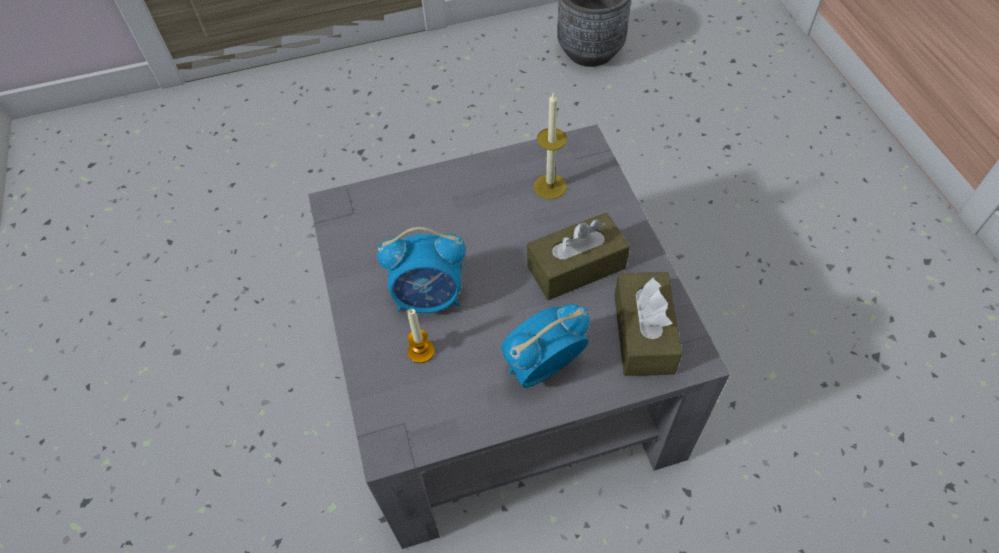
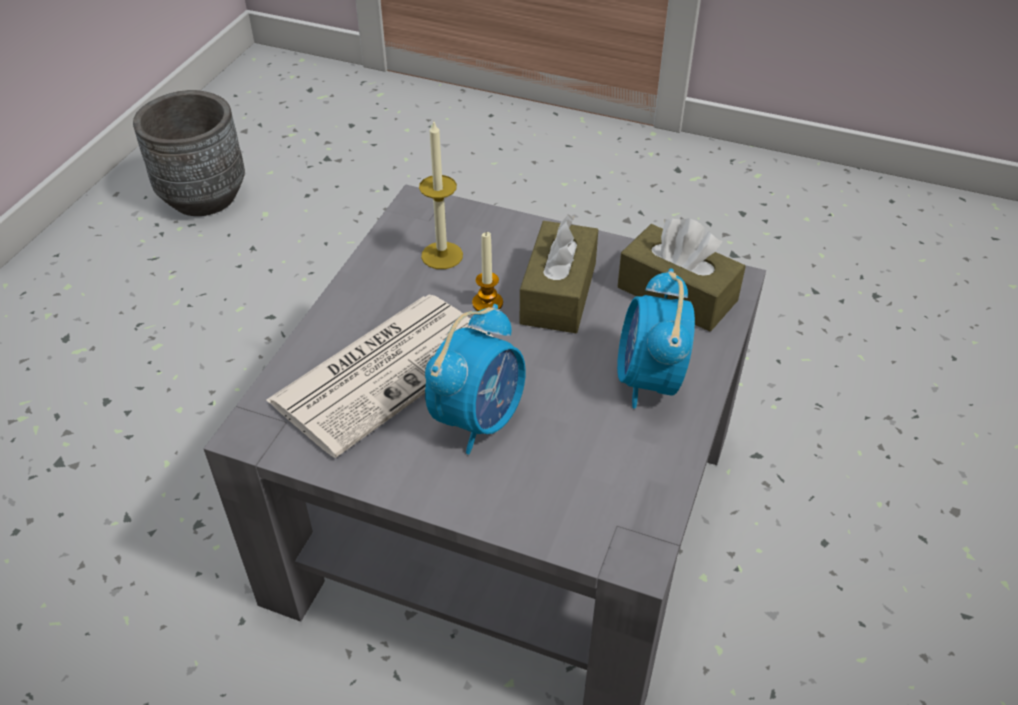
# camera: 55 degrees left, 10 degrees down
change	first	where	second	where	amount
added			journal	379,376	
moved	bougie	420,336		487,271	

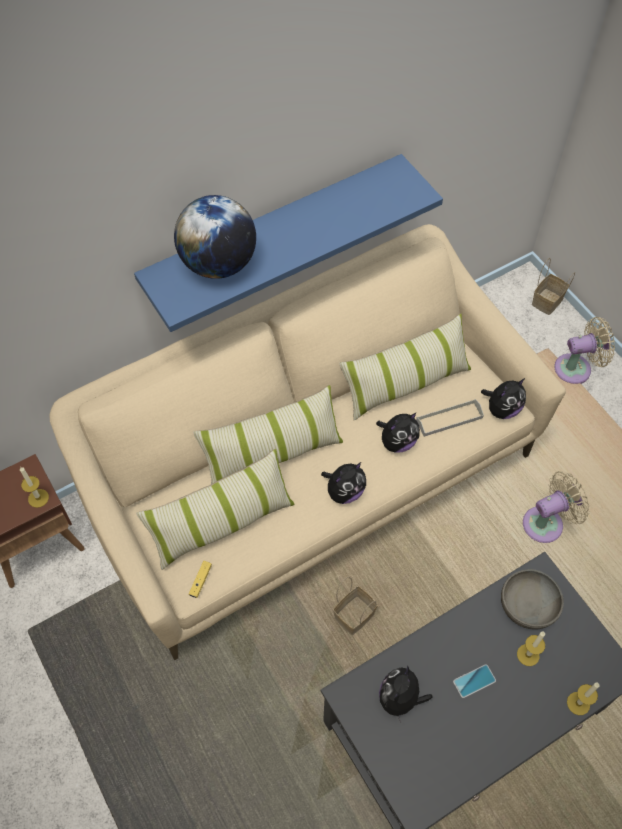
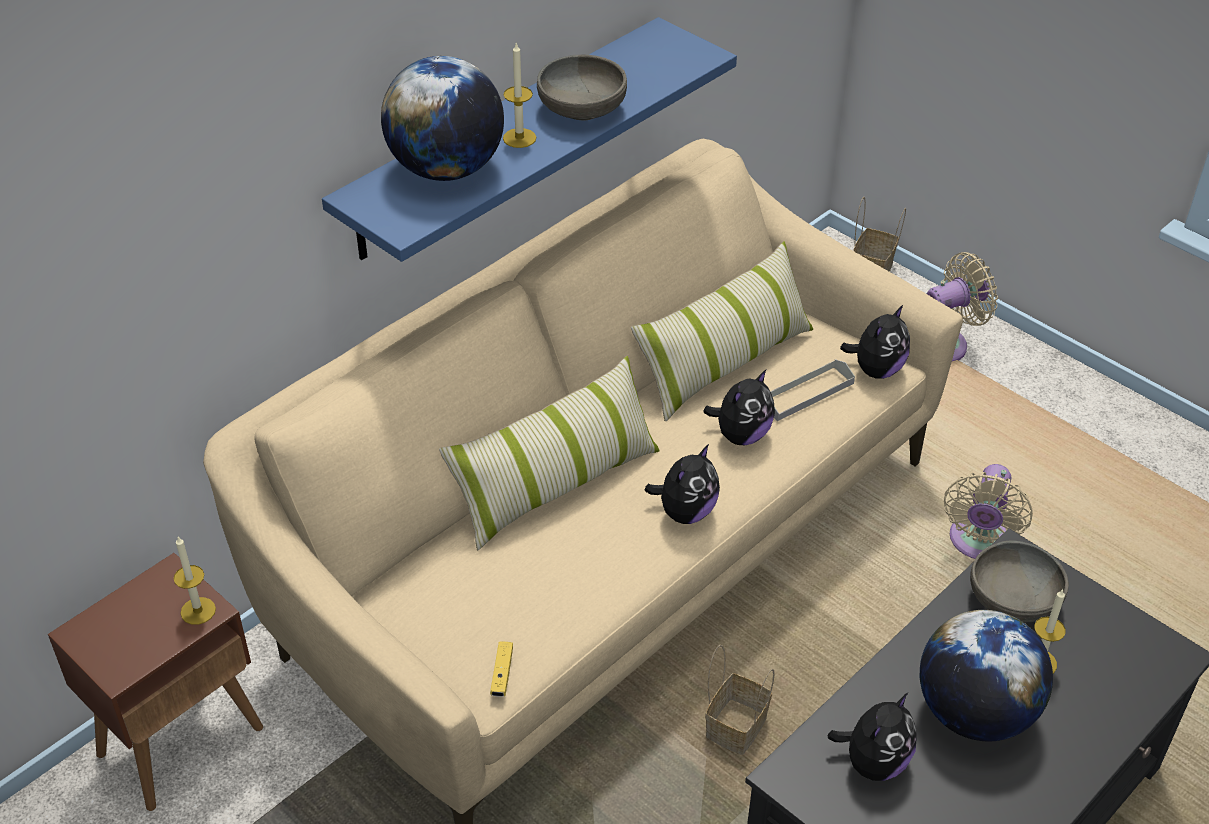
# camera: 15 degrees left, 15 degrees down
change	first	where	second	where	amount
moved	bougie	583,699		519,95	
added			bol [gris]	582,88	
turned	peluche	406,694		872,737	150 degrees counterclockwise
replaced	téléphone	474,681	globe	986,675	
turned	ventilateur [beige]	556,507		988,511	150 degrees clockwise
removed	coussin	215,509			

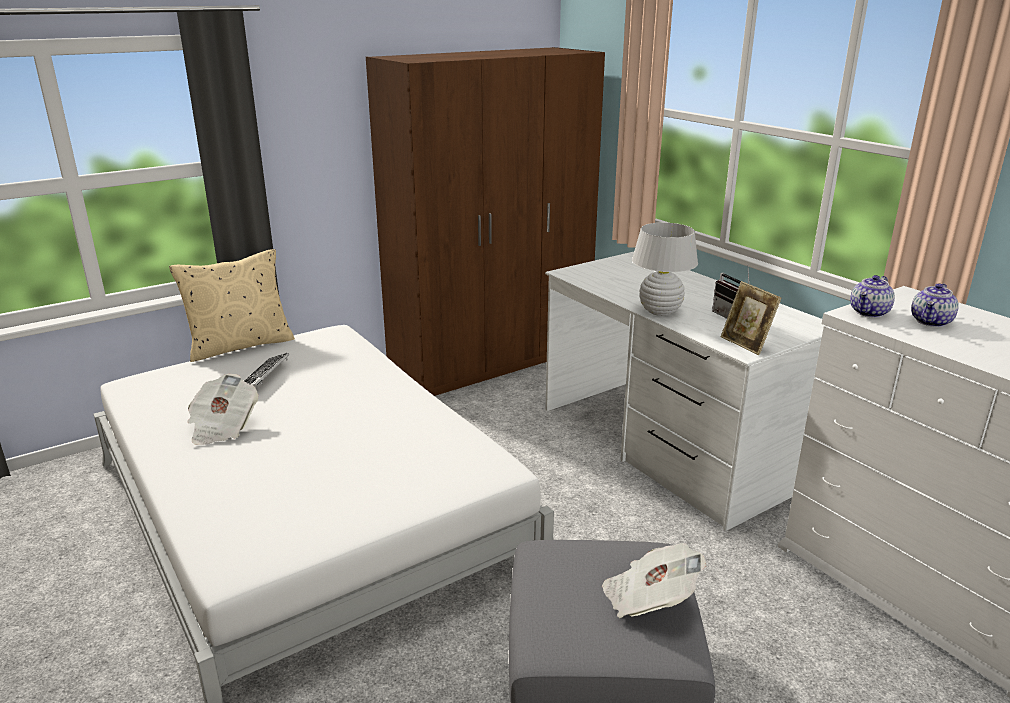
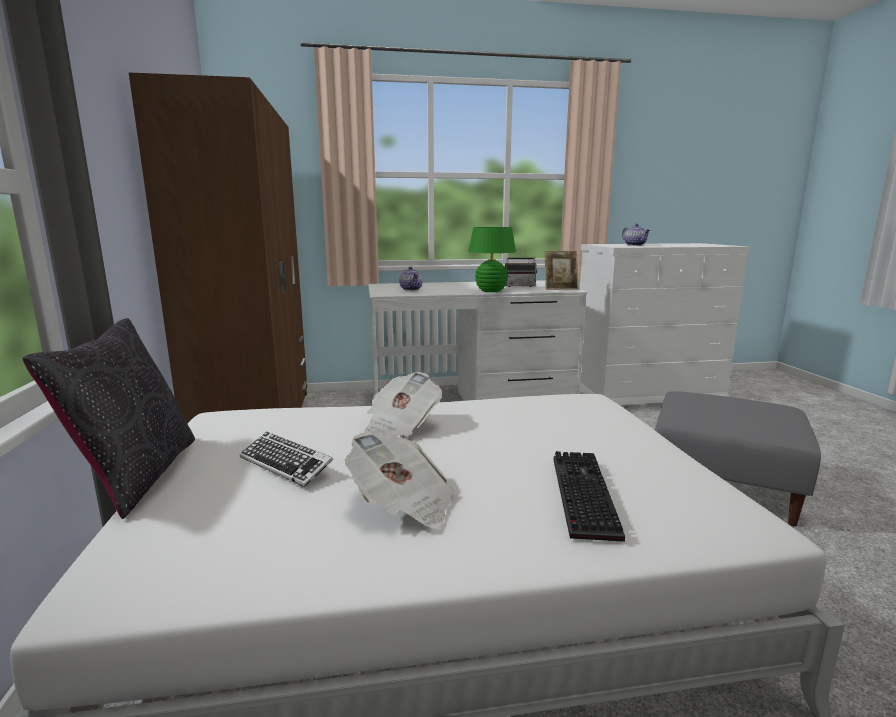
# camera: 65 degrees left, 10 degrees down
change	first	where	second	where	amount
recoloured	coussin [beige]	232,305	coussin [noir]	109,418	
moved	journal	654,580		403,404	
moved	théière	872,296		411,279	
recoloured	lampe de table [blanc]	665,269	lampe de table [vert]	492,259	
added			clavier	589,496	

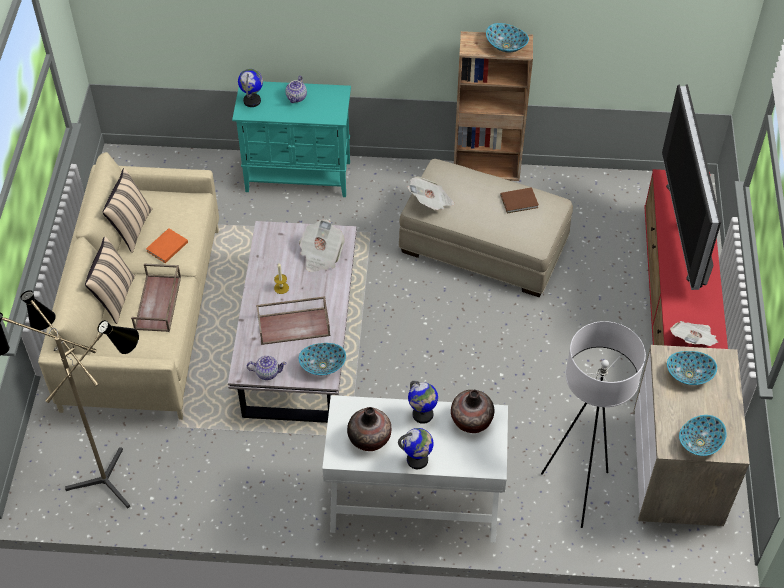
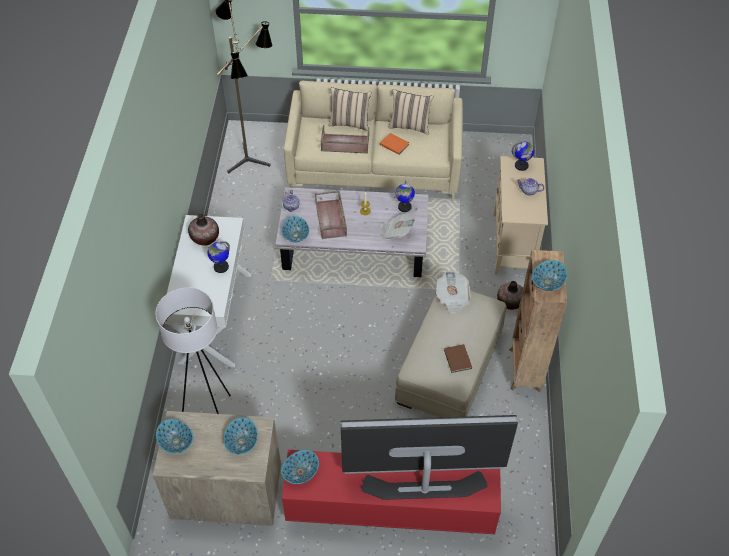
# camera: 90 degrees right, 0 degrees up
change	first	where	second	where	amount
replaced	journal	694,333	bol	300,467	
moved	globe	416,448		405,196	
recoloured	meuble de rangement [turquoise]	291,139	meuble de rangement [beige]	520,215	
moved	vase	472,411		510,295	

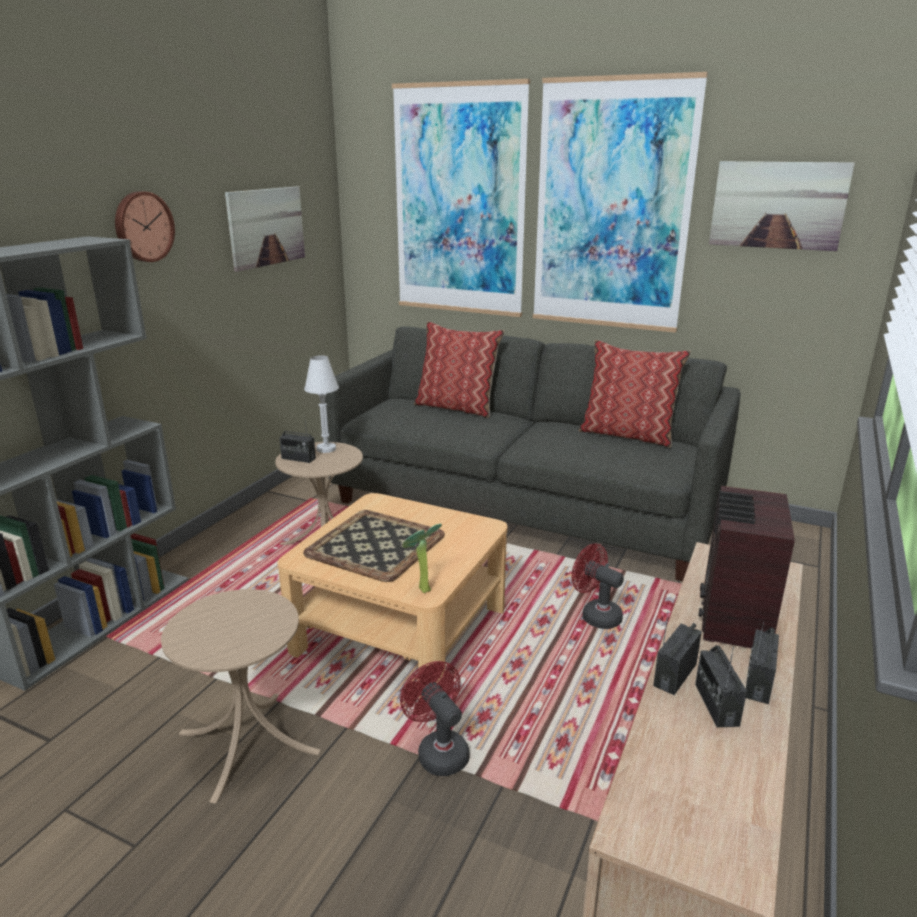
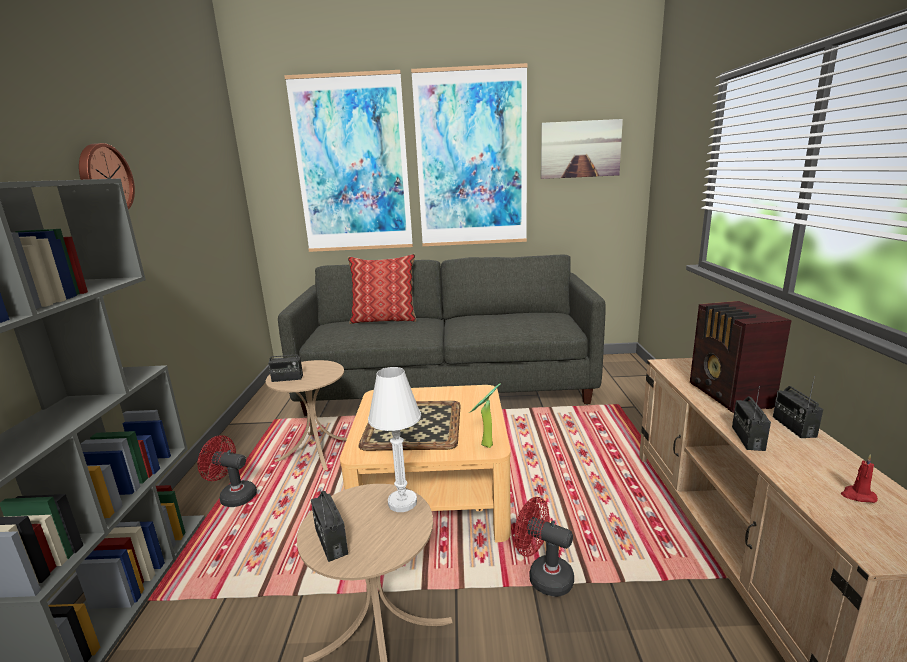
# camera: 25 degrees left, 5 degrees down
change	first	where	second	where	amount
moved	ventilateur [rouge]	598,586		227,471	
moved	radio	721,686		329,525	
moved	lampe de table [blanc]	321,404		394,439	
added			bougie [rouge]	859,479	
removed	tableau	265,229			
removed	coussin	635,394			

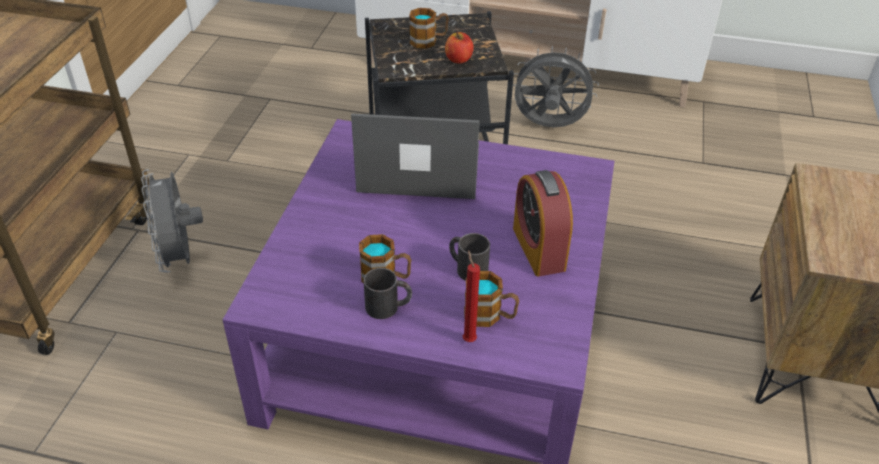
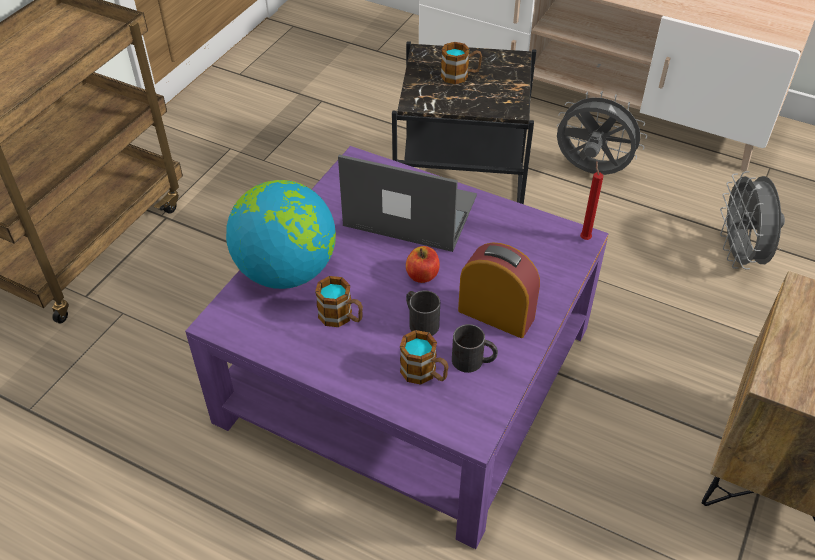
# camera: 15 degrees right, 5 degrees up
change	first	where	second	where	amount
added			globe	281,234	
moved	pomme	459,48		423,264	
moved	mug [noir]	387,293		475,348	
turned	réveil	543,223		499,290	120 degrees clockwise
moved	bougie [rouge]	471,296		591,200	
moved	ventilateur [gris]	172,221		752,220	

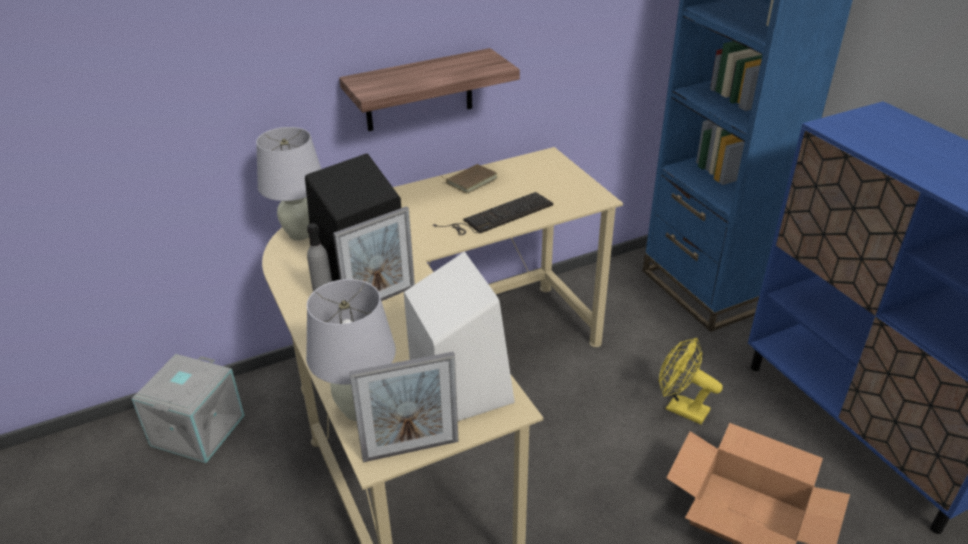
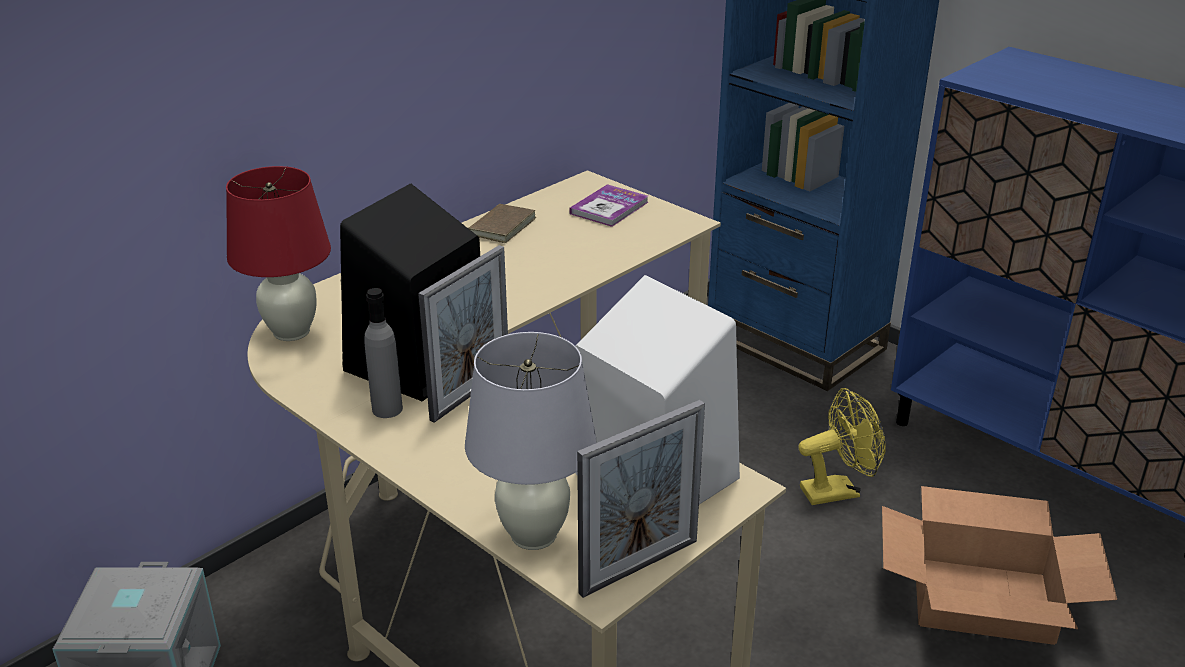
# camera: 20 degrees left, 5 degrees down
change	first	where	second	where	amount
recoloured	lampe de table [blanc]	288,183	lampe de table [rouge]	278,253	
added			livre	609,205	
turned	ventilateur [jaune]	691,381		842,446	150 degrees clockwise
removed	étagère	429,89			
removed	clavier	493,213			

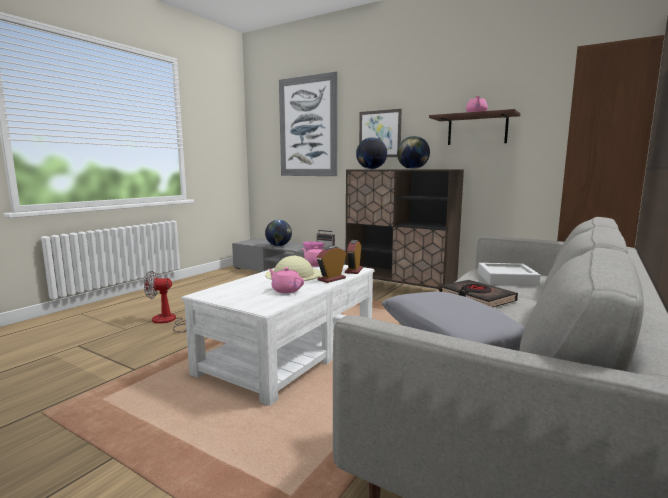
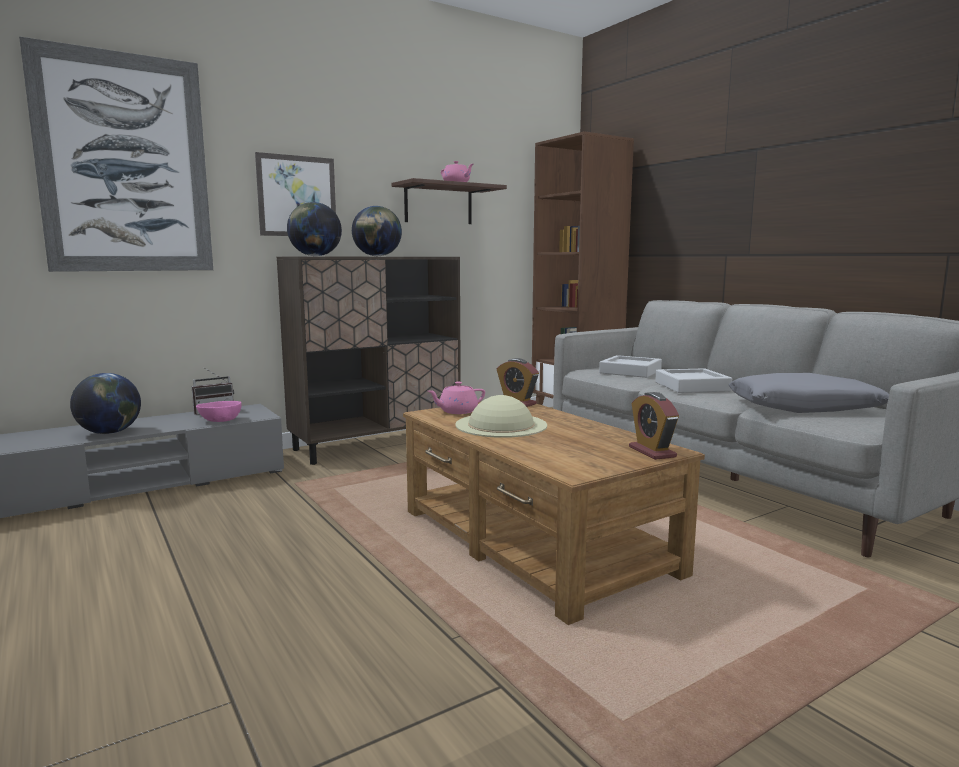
# camera: 65 degrees left, 0 degrees up
change	first	where	second	where	amount
recoloured	table basse [blanc]	278,335	table basse [marron]	554,513	
moved	réveil	331,264		654,426	
replaced	livre [noir]	479,294	plateau [gris]	693,380	
removed	ventilateur	165,302			
removed	théière [rose]	286,280			

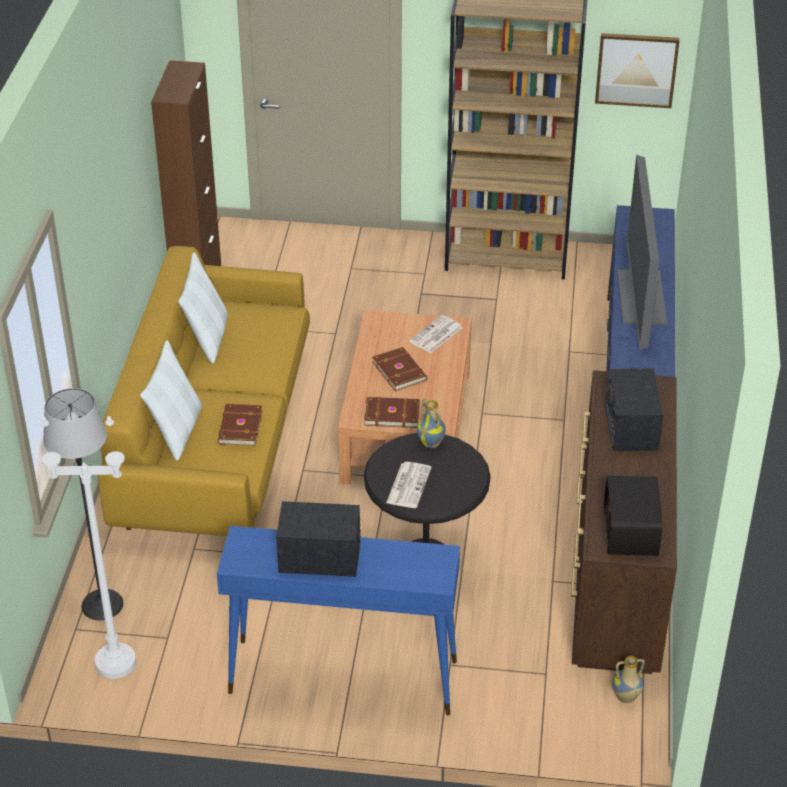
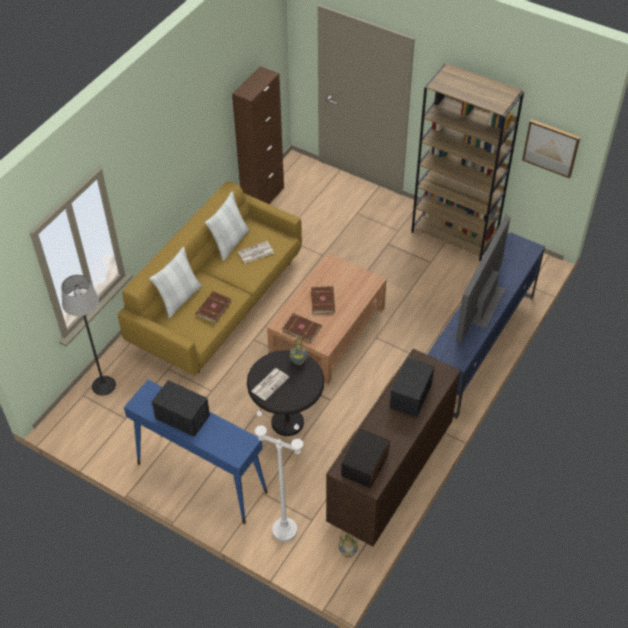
# camera: 25 degrees right, 10 degrees up
change	first	where	second	where	amount
moved	journal	436,334		256,252	
moved	lampadaire [blanc]	88,547		279,476	

